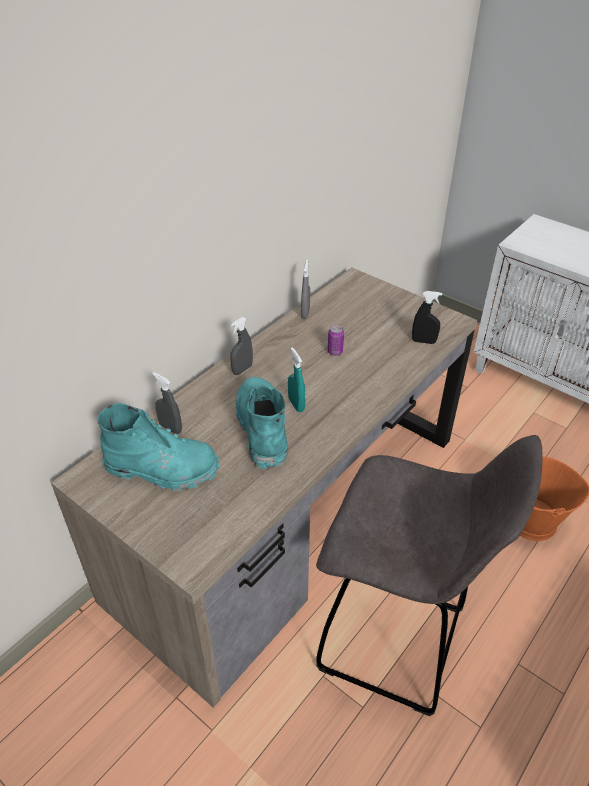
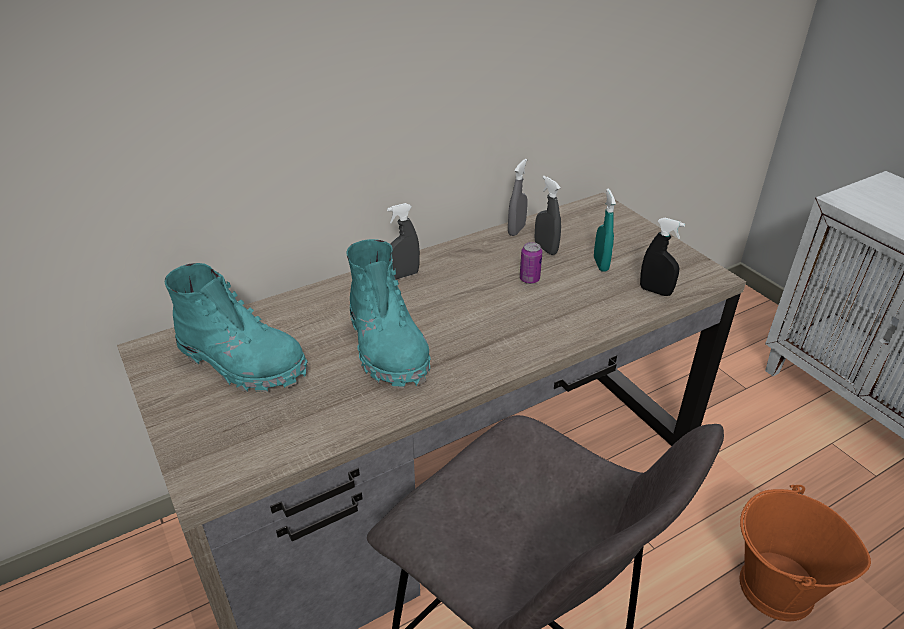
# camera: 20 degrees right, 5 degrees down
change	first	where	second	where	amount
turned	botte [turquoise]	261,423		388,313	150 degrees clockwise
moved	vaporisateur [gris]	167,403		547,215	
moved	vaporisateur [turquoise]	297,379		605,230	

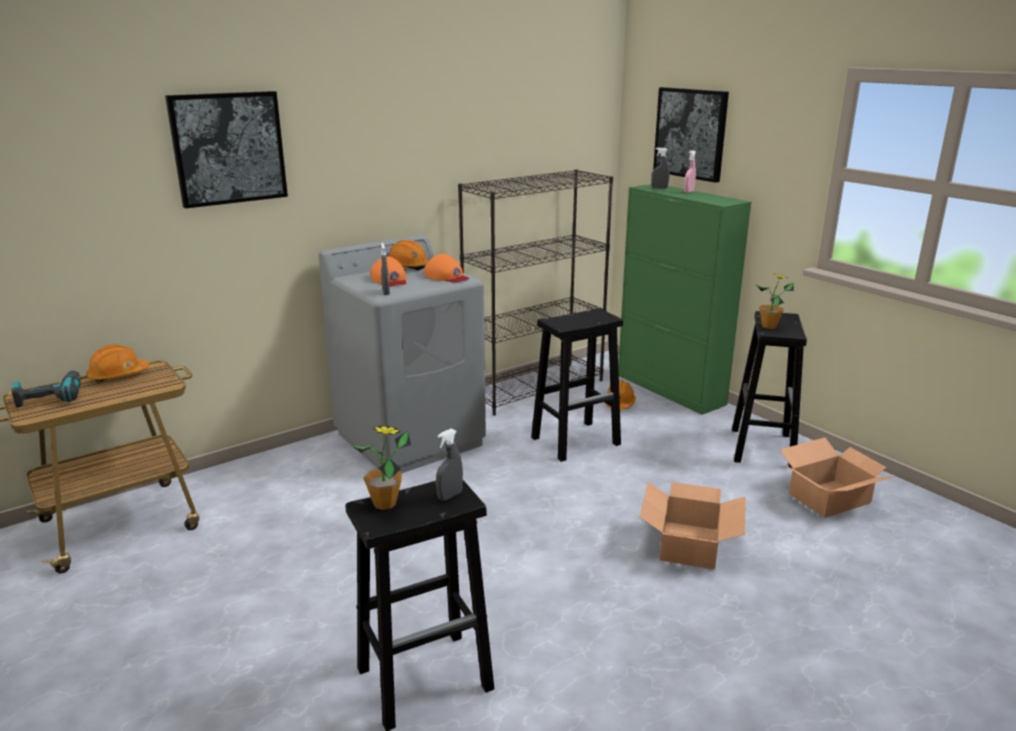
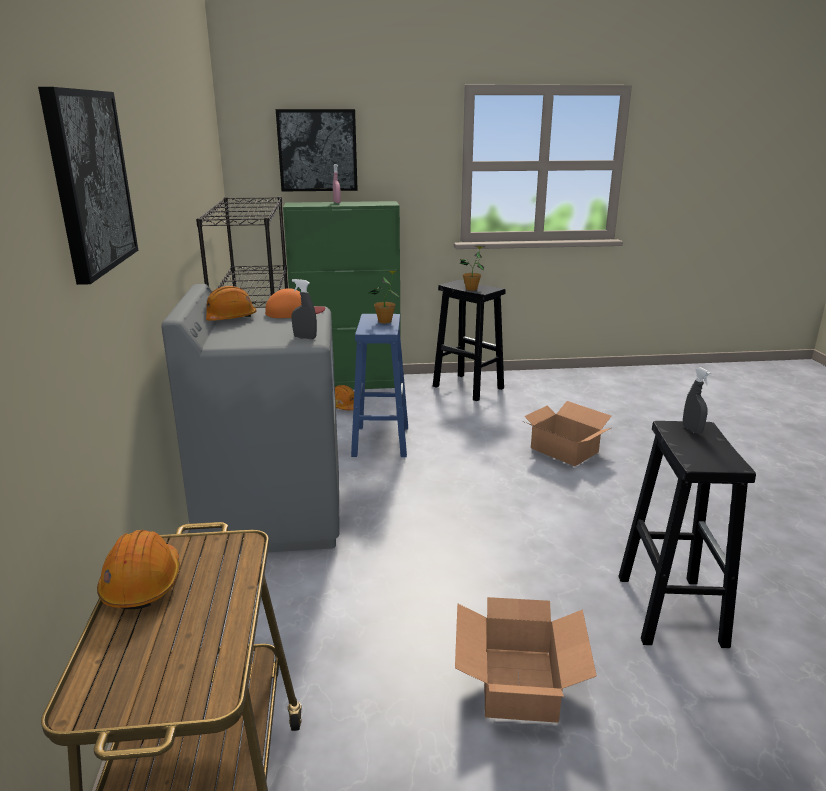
# camera: 60 degrees left, 0 degrees up
change	first	where	second	where	amount
recoloured	tabouret [noir]	577,385	tabouret [bleu]	379,385	
moved	plante en pot	381,467		384,296	
moved	carton	837,478		526,660	
removed	perceuse	46,389			
removed	casquette [orange]	389,271			
removed	vaporisateur [gris]	660,168			

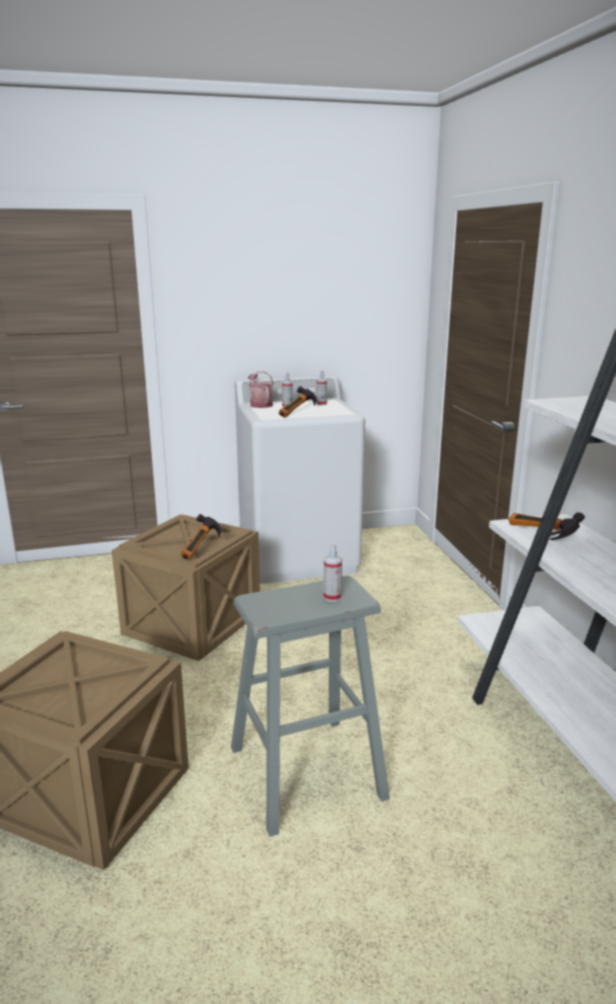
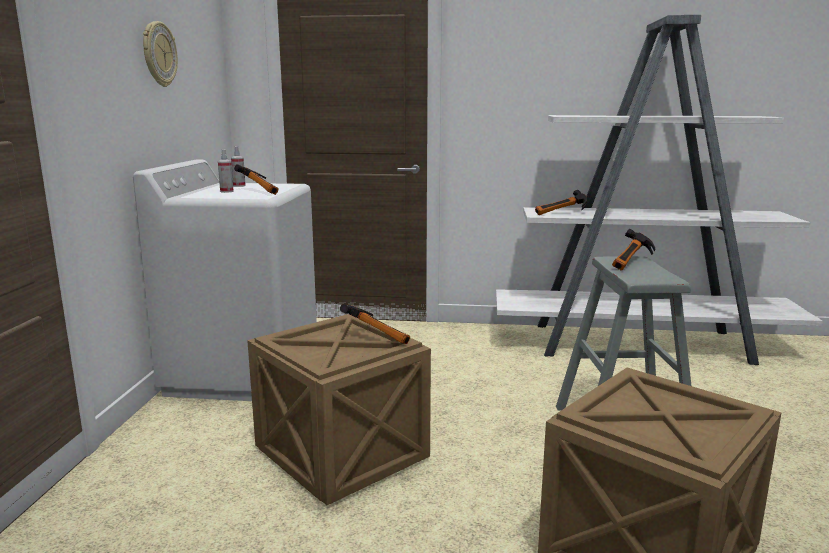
# camera: 70 degrees left, 5 degrees down
change	first	where	second	where	amount
added			horloge murale	160,54	
replaced	vaporisateur	332,572	marteau	633,250	
removed	arrosoir	261,389			

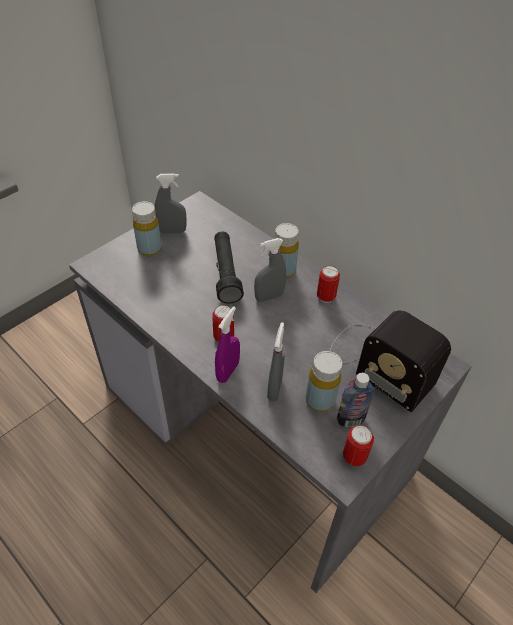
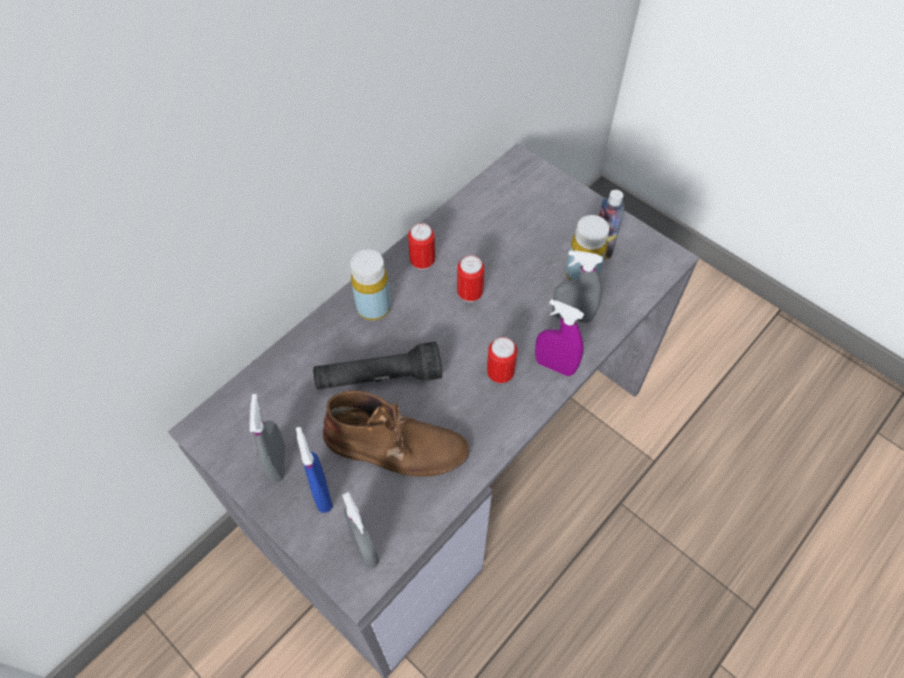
# camera: 90 degrees left, 10 degrees up
change	first	where	second	where	amount
replaced	bouteille [jaune]	147,228	vaporisateur [bleu]	314,470	
added			botte [marron]	396,433	
moved	vaporisateur [gris]	270,270		360,530	
moved	boîte métallique	358,445		470,279	
removed	radio	390,361			

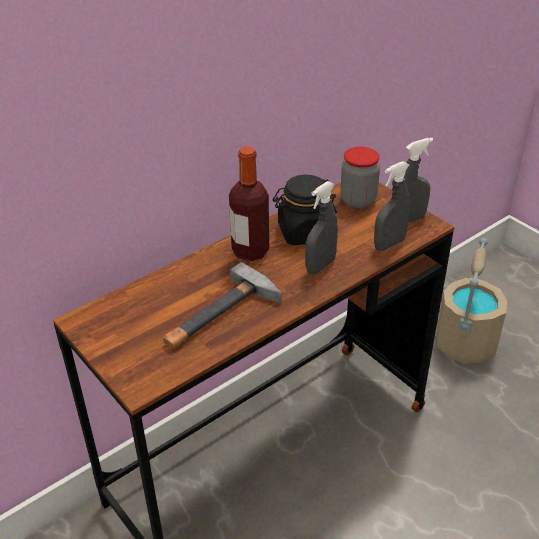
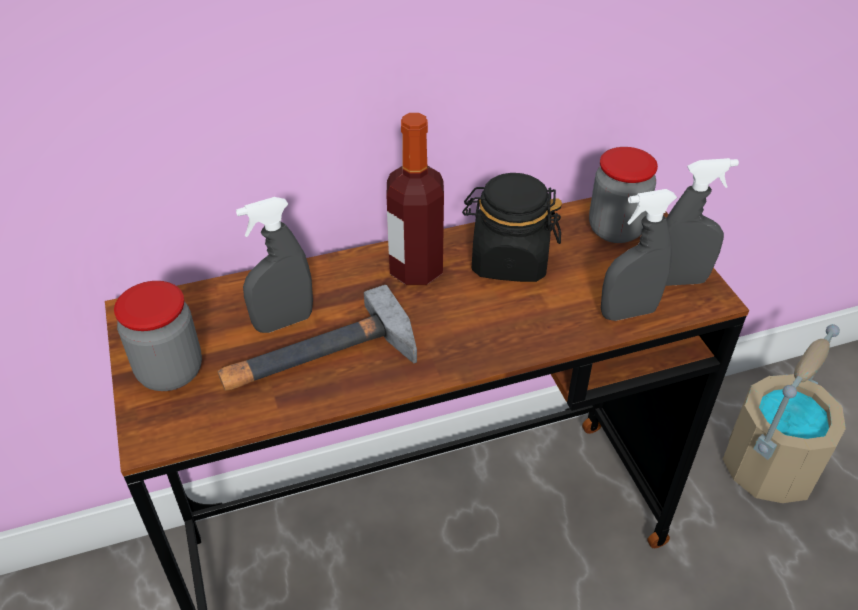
# camera: 20 degrees right, 5 degrees up
change	first	where	second	where	amount
added			bocal	158,336	
moved	vaporisateur [gris]	321,227		274,265	

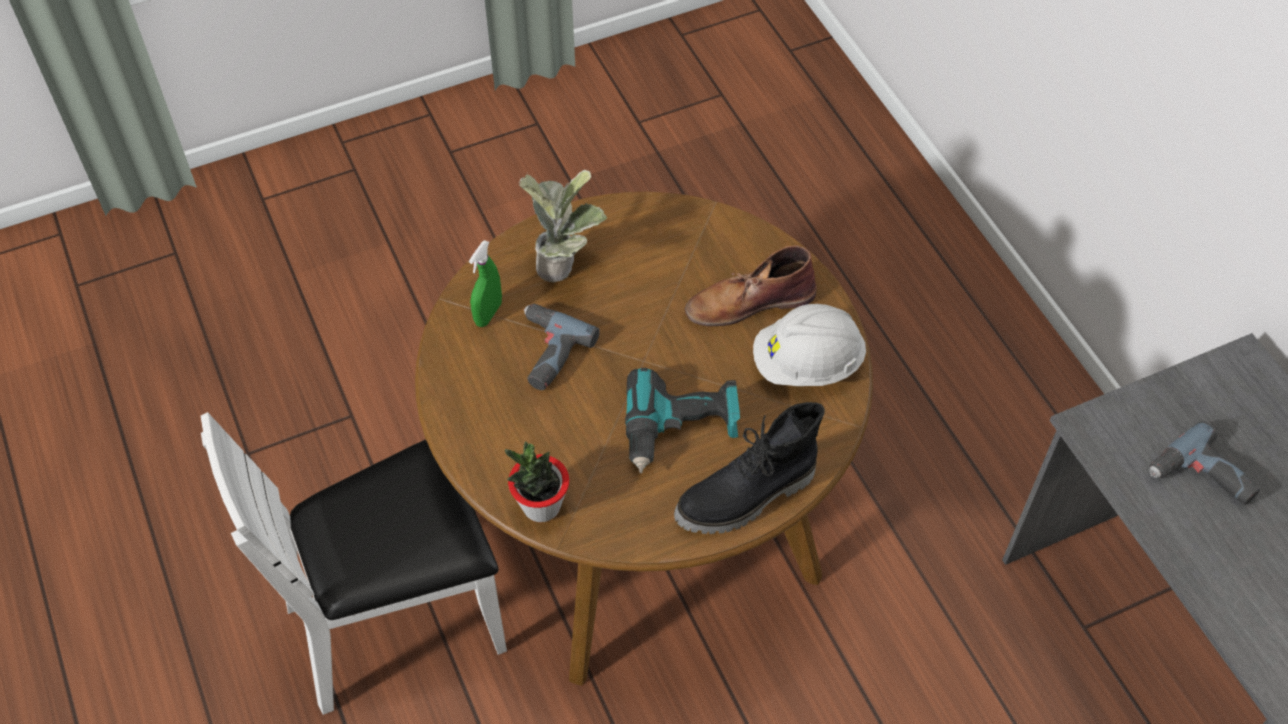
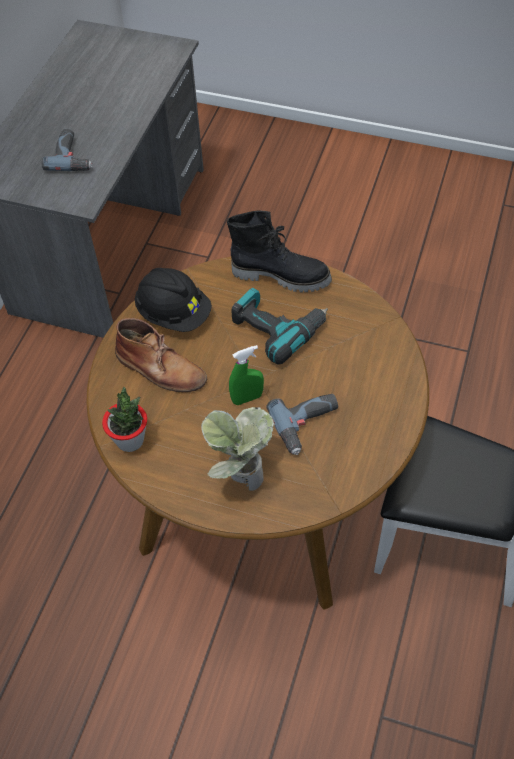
# camera: 135 degrees left, 0 degrees up
change	first	where	second	where	amount
moved	plante en pot	537,482		124,419	
recoloured	casque de chantier [blanc]	809,345	casque de chantier [noir]	173,300	
moved	vaporisateur [vert]	485,283		246,375	

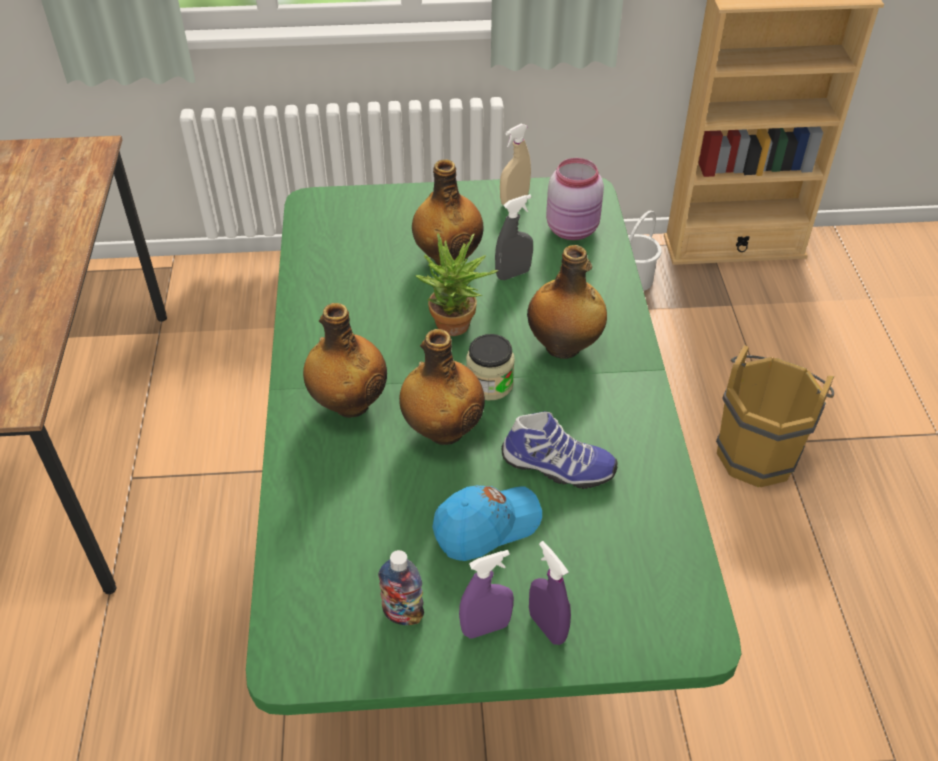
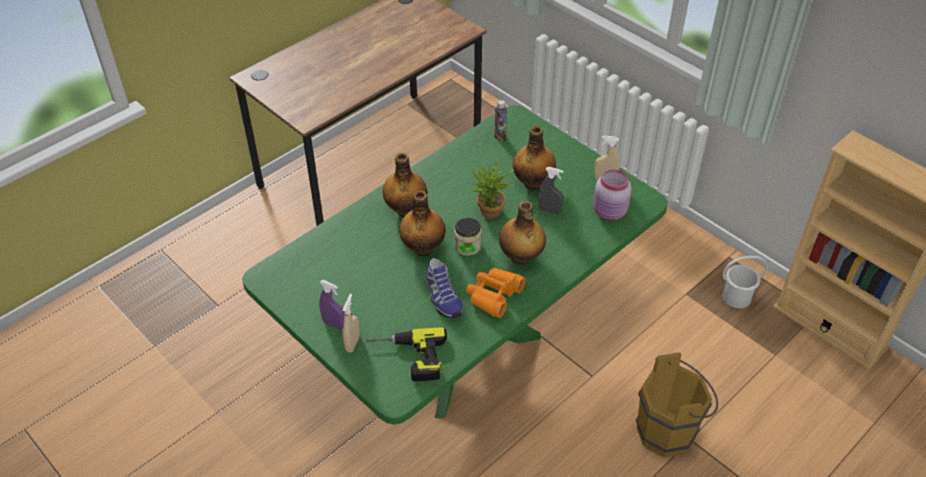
# camera: 50 degrees right, 0 degrees up
change	first	where	second	where	amount
recoloured	vaporisateur [violet]	550,593	vaporisateur [beige]	351,323	
added			perceuse	407,354	
added			jumelles [orange]	496,293	
moved	bouteille	401,587		500,121	
removed	casquette [bleu]	487,523			

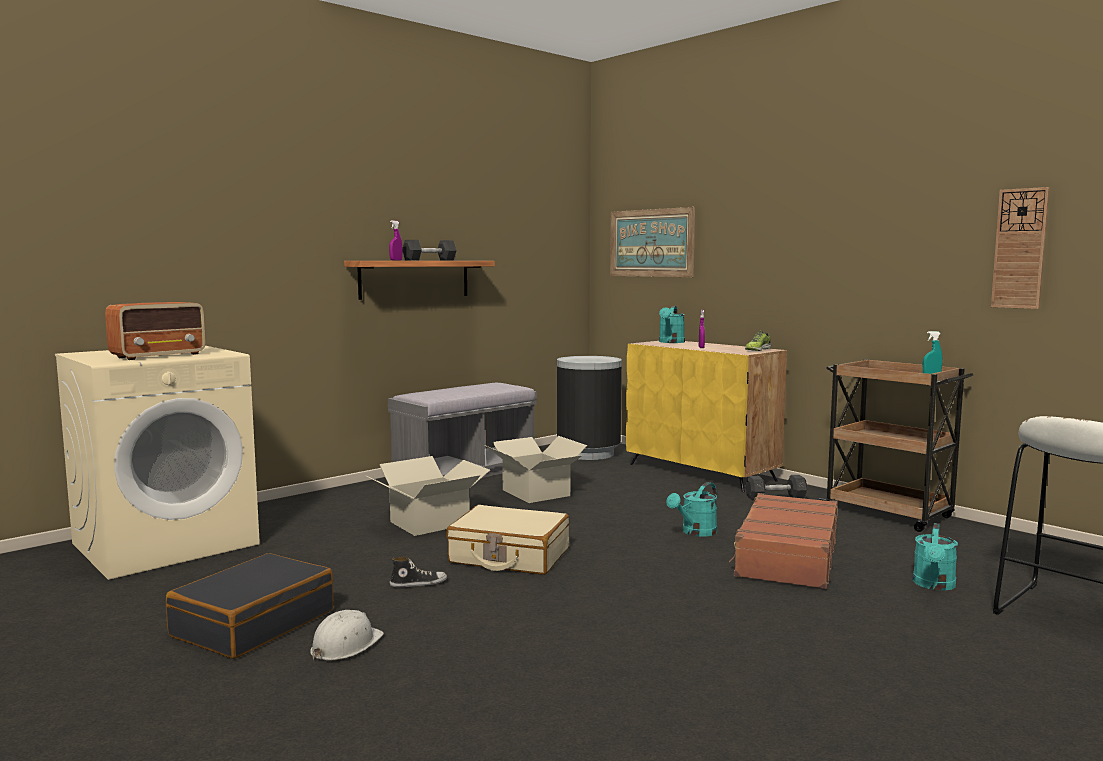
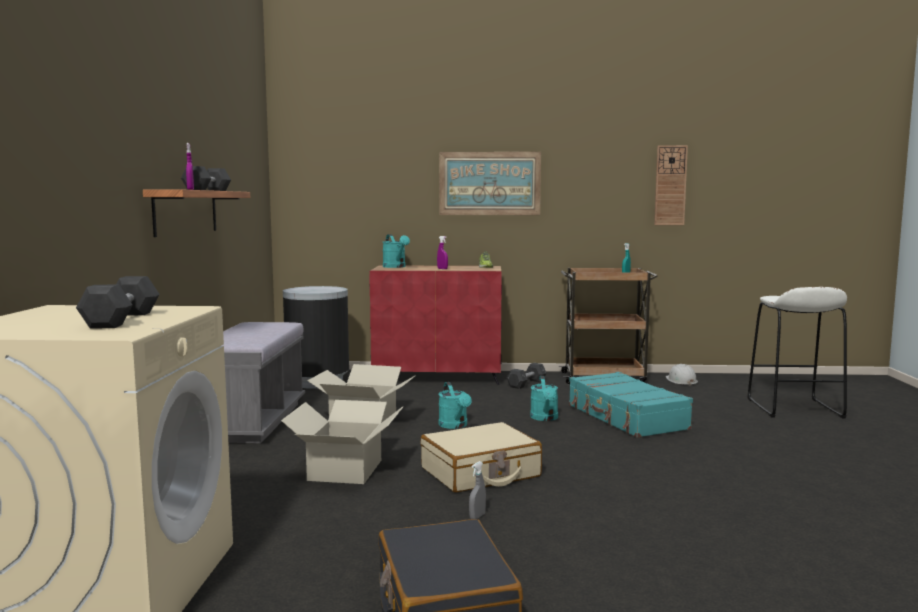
# camera: 45 degrees left, 0 degrees up
change	first	where	second	where	amount
replaced	radio	155,331	haltère [gris]	118,302	
recoloured	meuble de rangement [jaune]	706,416	meuble de rangement [rouge]	436,325	
moved	arrosoir [turquoise]	935,557		455,405	
moved	tableau	652,242		490,183	
replaced	chaussure	418,572	vaporisateur [gris]	477,490	
recoloured	valise [marron]	783,541	valise [turquoise]	631,405	
moved	casque de chantier [blanc]	347,635		682,375	

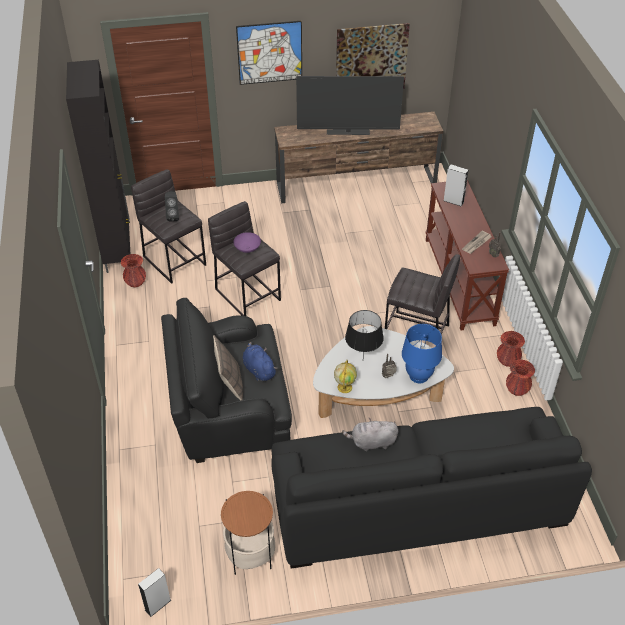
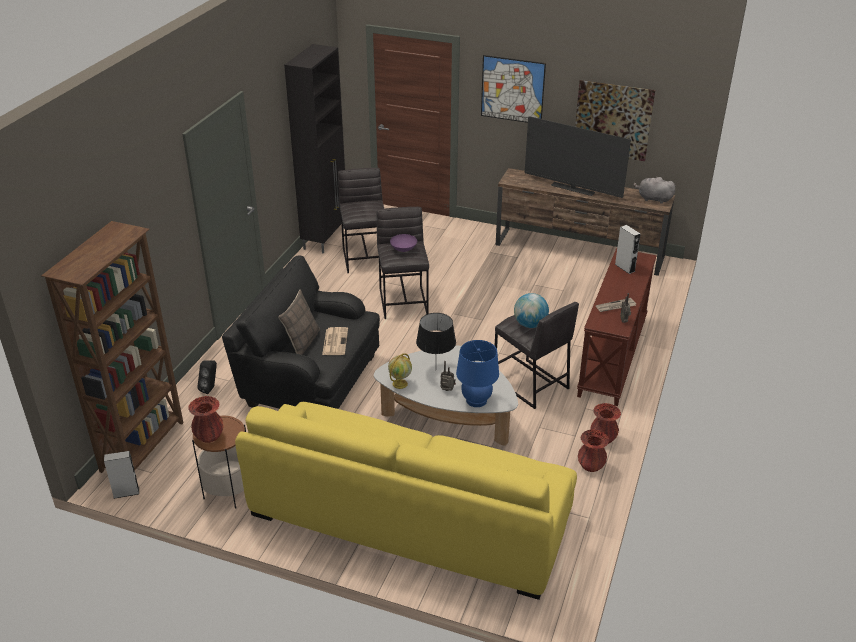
# camera: 30 degrees right, 10 degrees down
change	first	where	second	where	amount
added			bibliothèque [marron]	112,347	
moved	vase [rouge]	133,271		206,419	
moved	enceinte [noir]	172,206		207,377	
recoloured	canapé [noir]	431,488	canapé [jaune]	406,501	
replaced	peluche [bleu]	260,361	journal	335,341	
added			globe	531,310	
moved	peluche [gris]	370,434		654,190	

